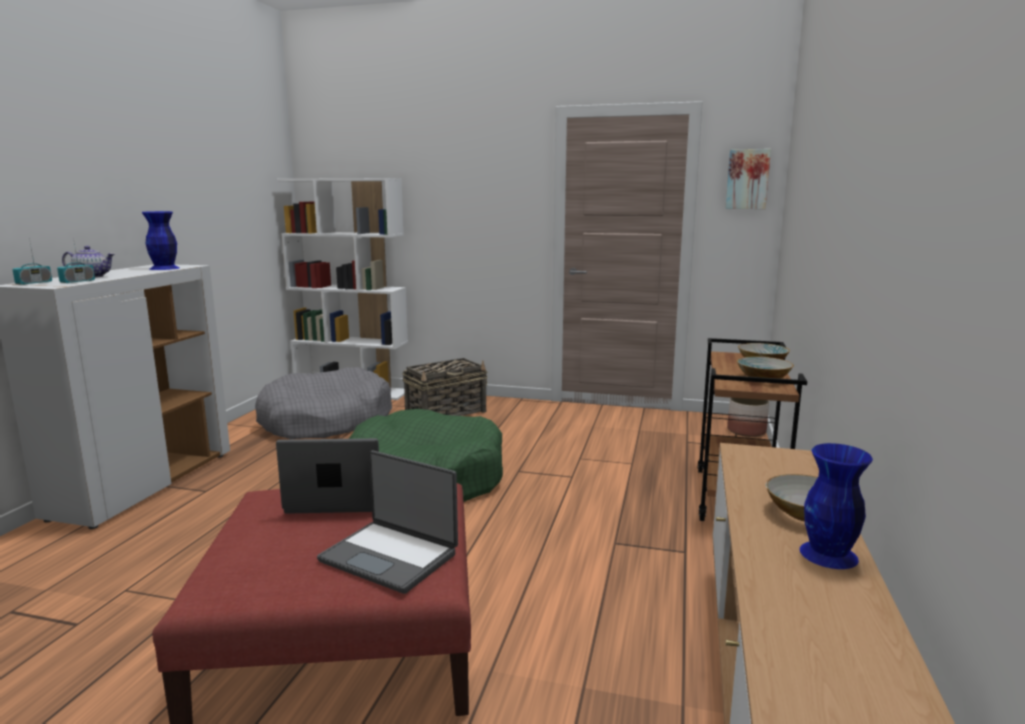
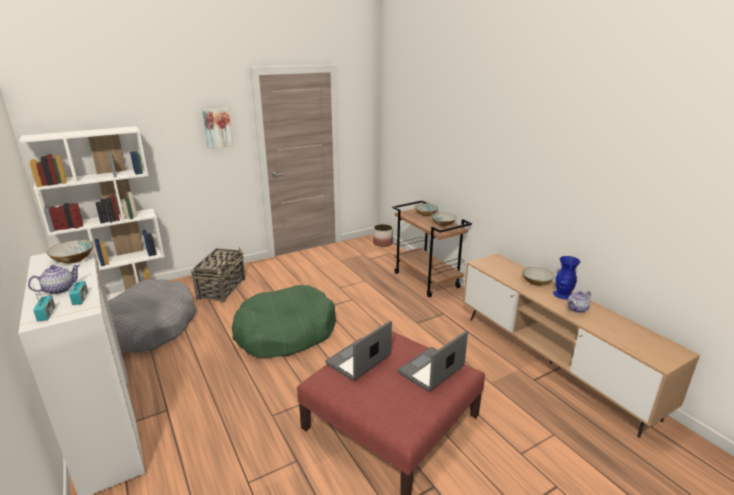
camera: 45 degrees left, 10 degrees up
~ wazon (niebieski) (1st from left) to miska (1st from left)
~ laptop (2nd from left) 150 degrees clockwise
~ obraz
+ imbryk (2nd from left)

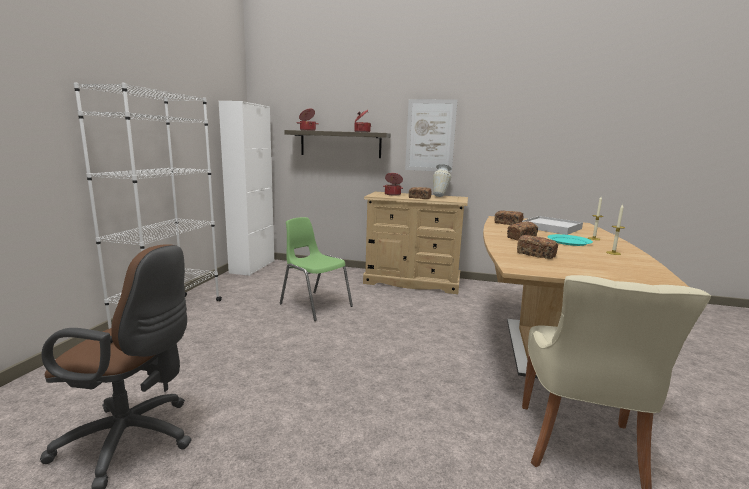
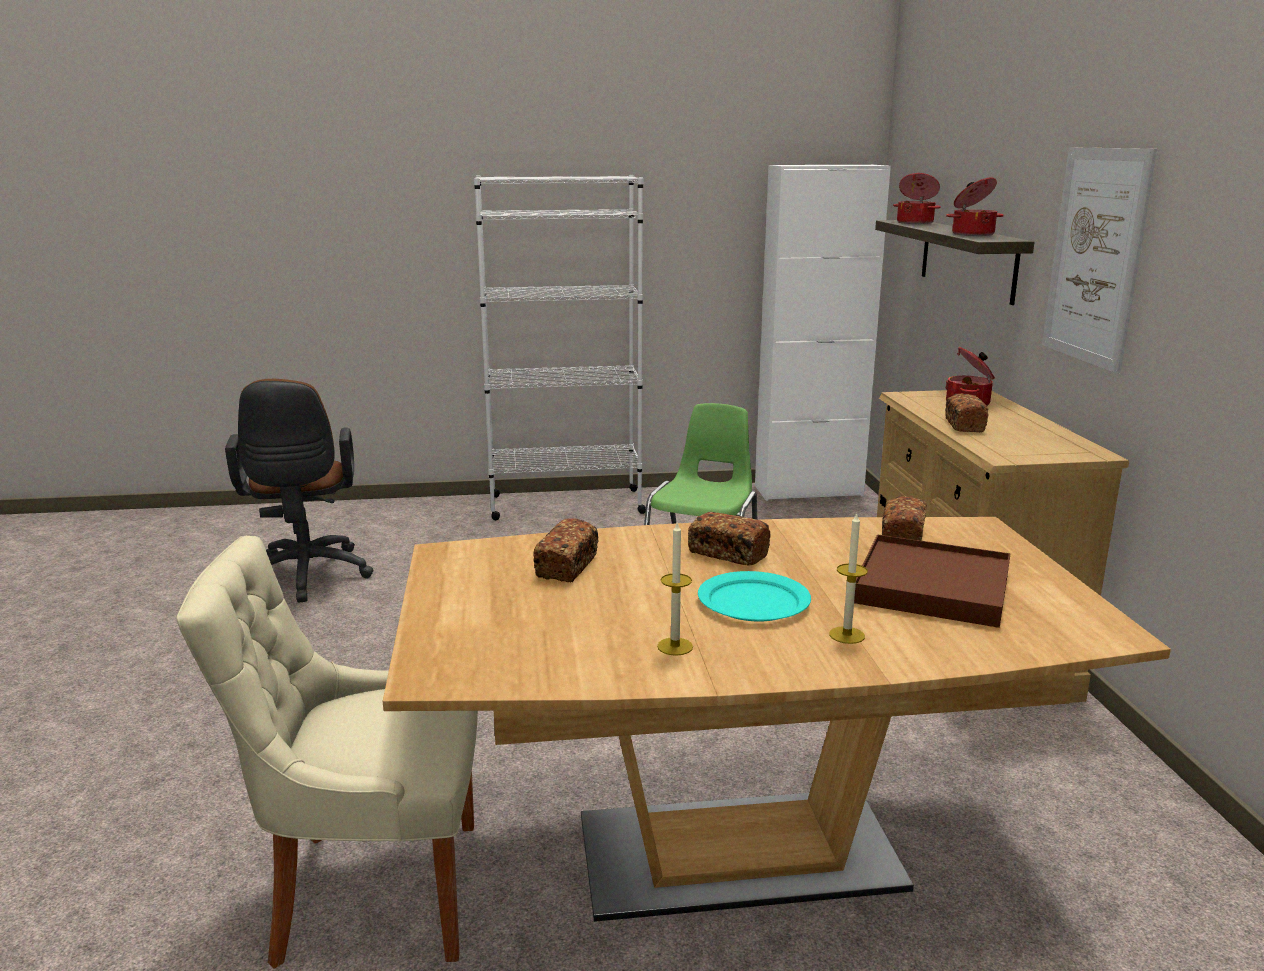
camera: 70 degrees right, 5 degrees up
- wazon
~ taca (biały) to taca (brązowy)

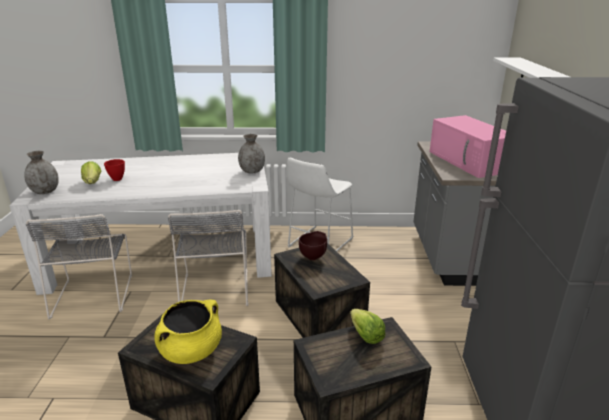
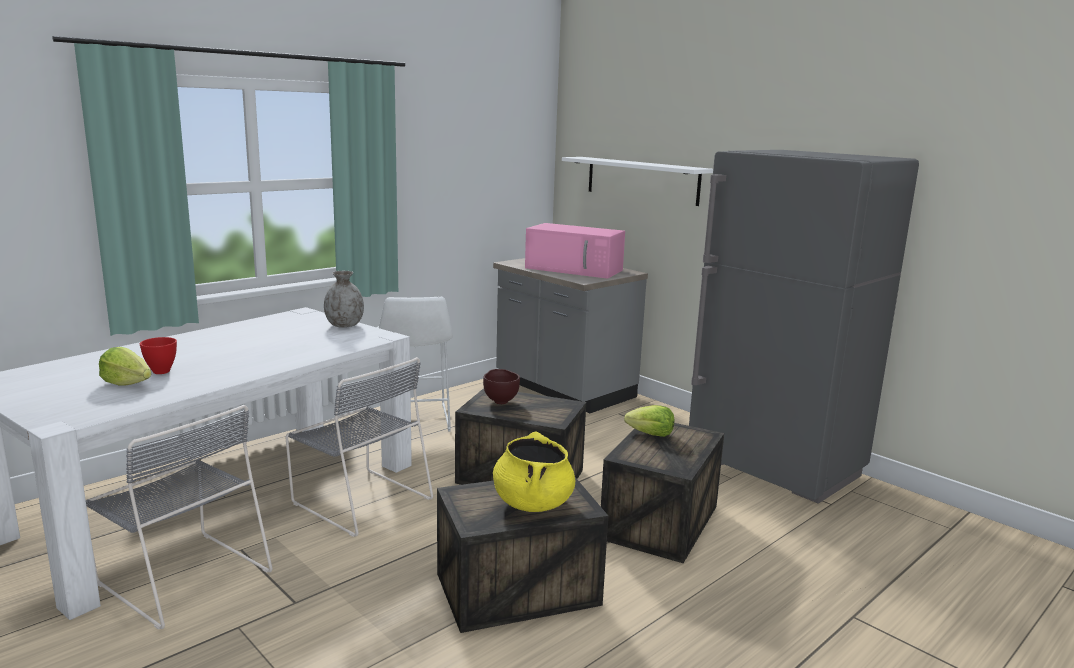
camera: 45 degrees left, 10 degrees down
- wazon (szary) (1st from left)

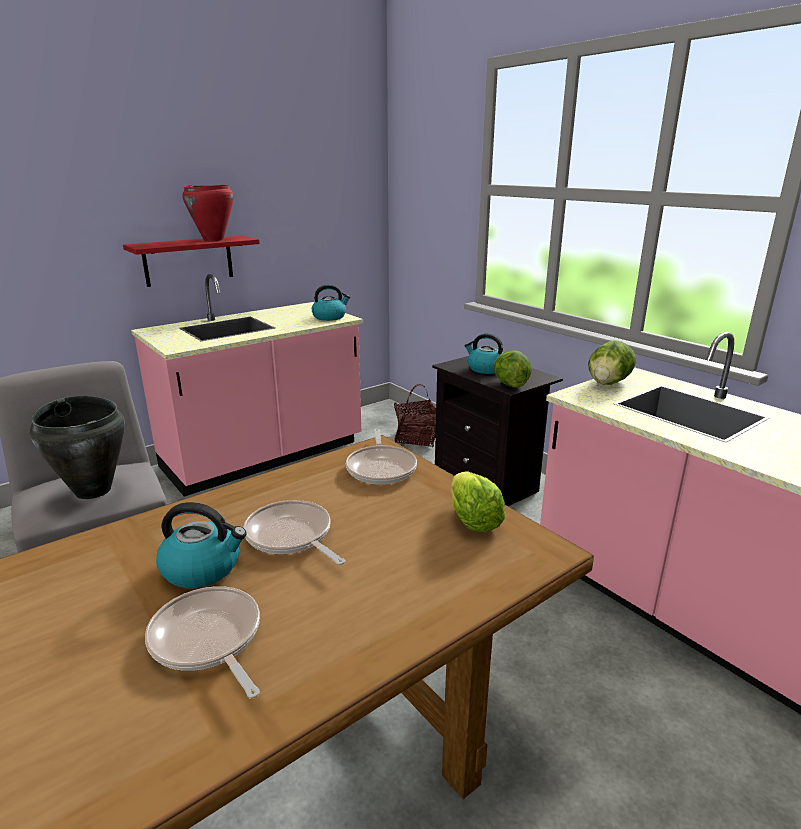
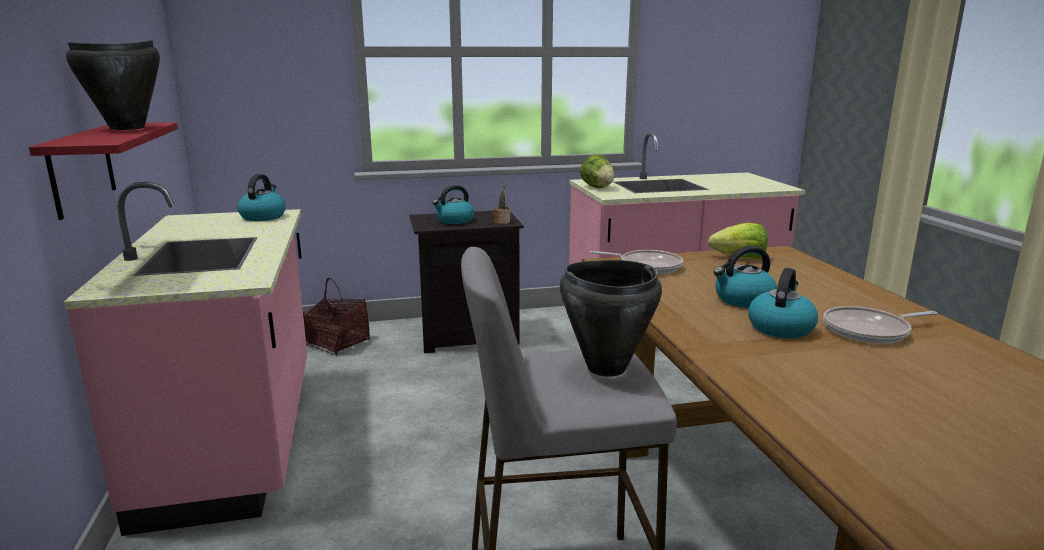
camera: 65 degrees left, 5 degrees down
~ garnek (czerwony) to garnek (czarny) (1st from left)
~ patelnia (2nd from left) to czajnik (3rd from left)
~ sałata (2nd from left) to roślina doniczkowa

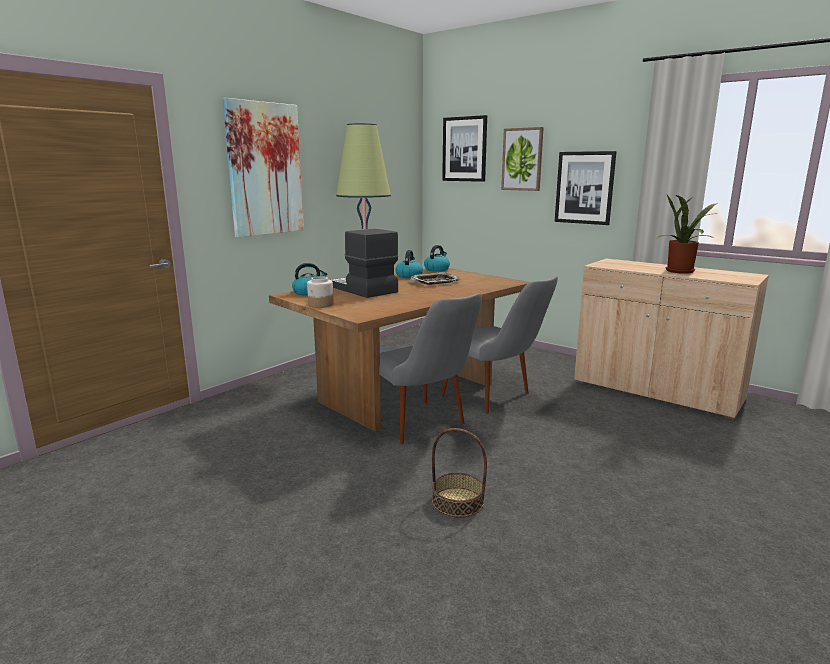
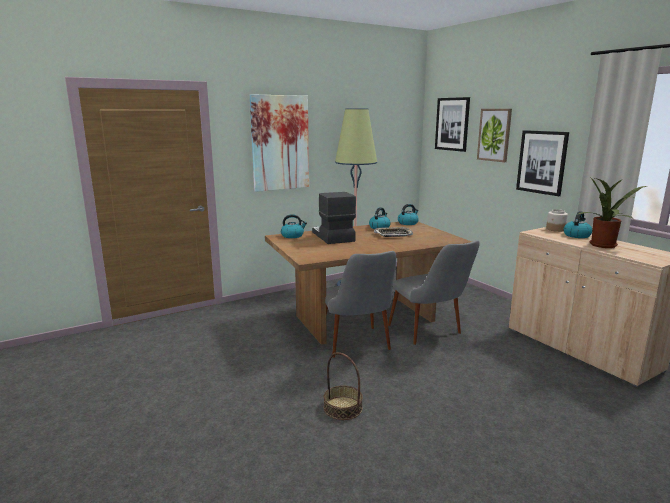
camera: 20 degrees right, 0 degrees up
~ słoik
+ czajnik (4th from left)

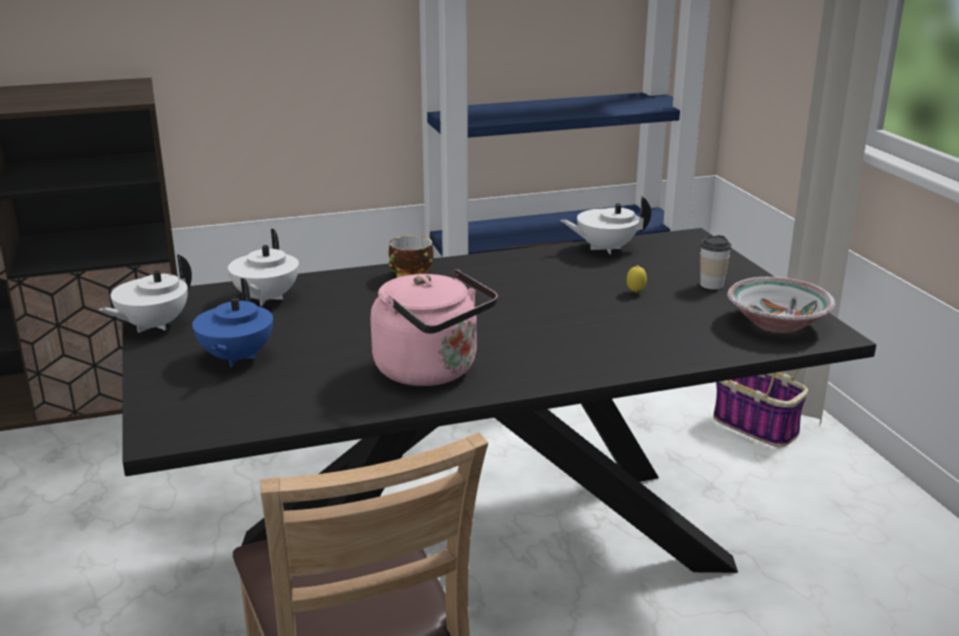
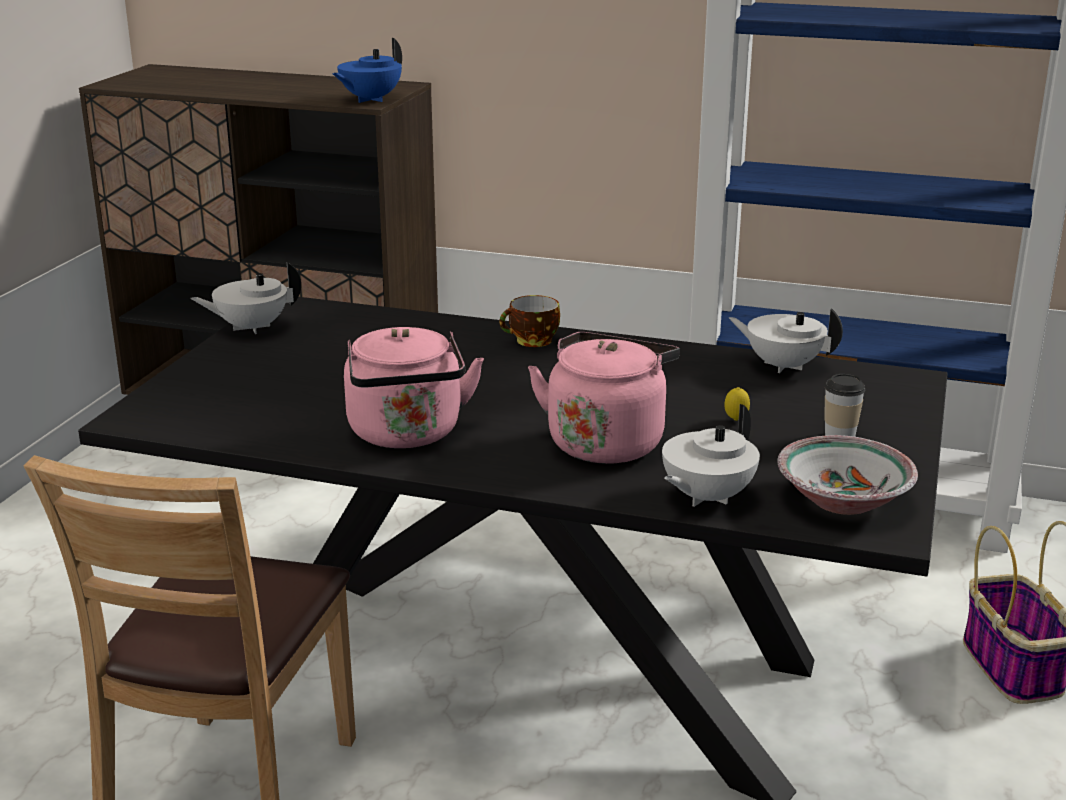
camera: 35 degrees right, 0 degrees up
~ imbryk (niebieski)
~ imbryk (biały) (2nd from left)
+ czajnik (różowy) (2nd from left)

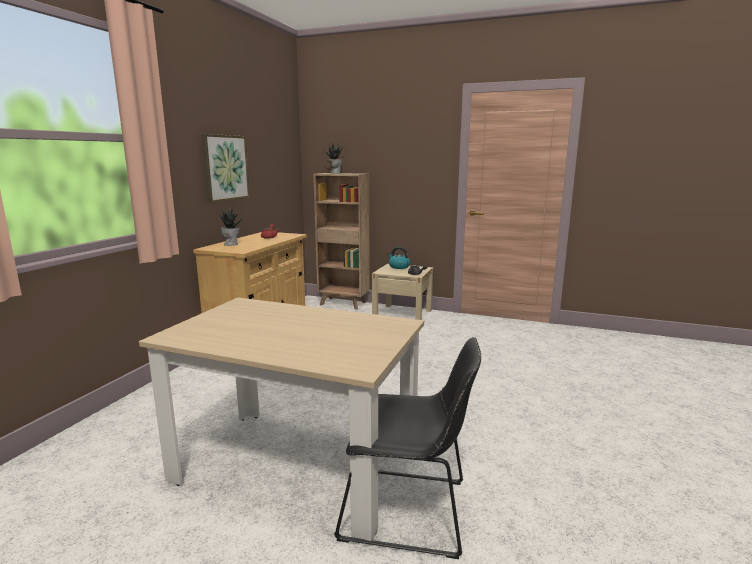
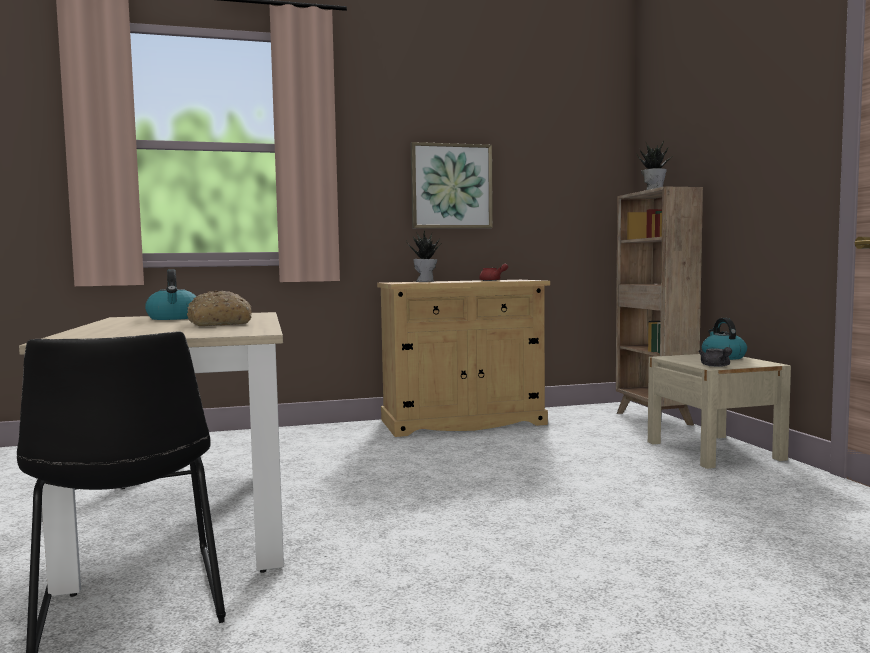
camera: 55 degrees right, 10 degrees down
+ czajnik (1st from left)
+ chleb

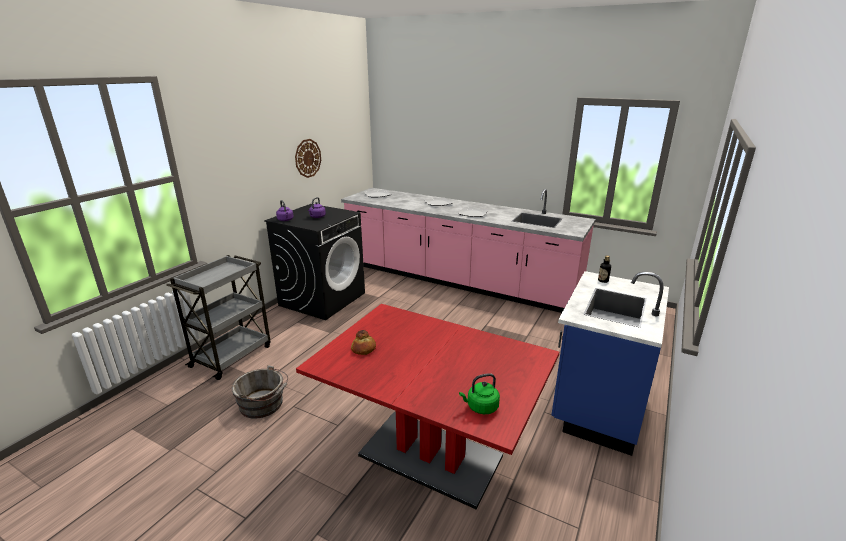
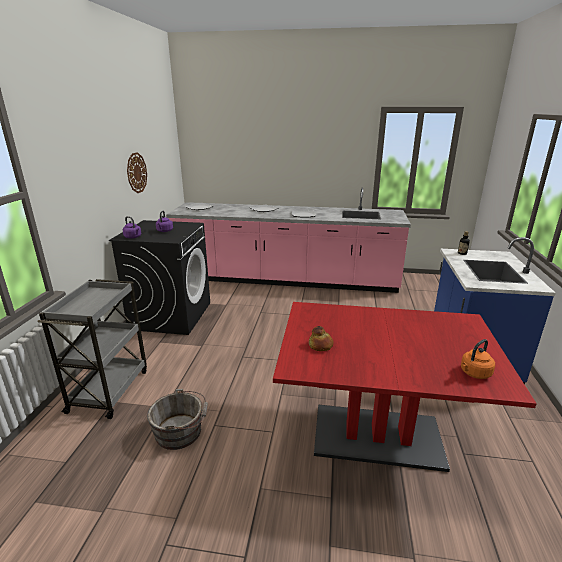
camera: 20 degrees left, 0 degrees up
~ czajnik (zielony) to czajnik (pomarańczowy)

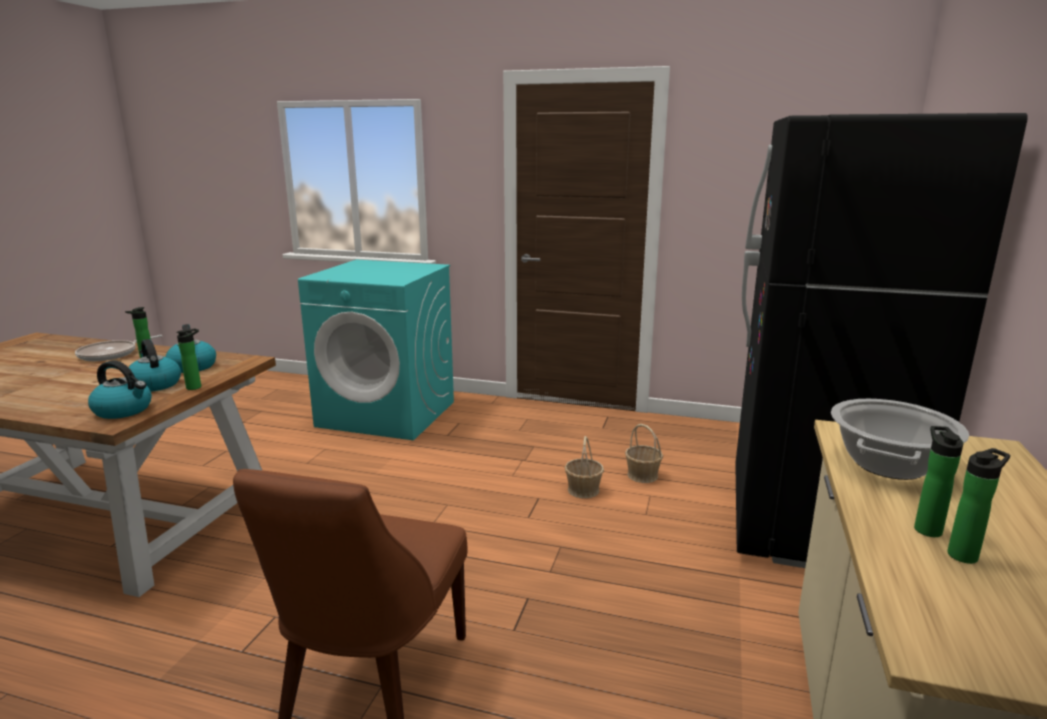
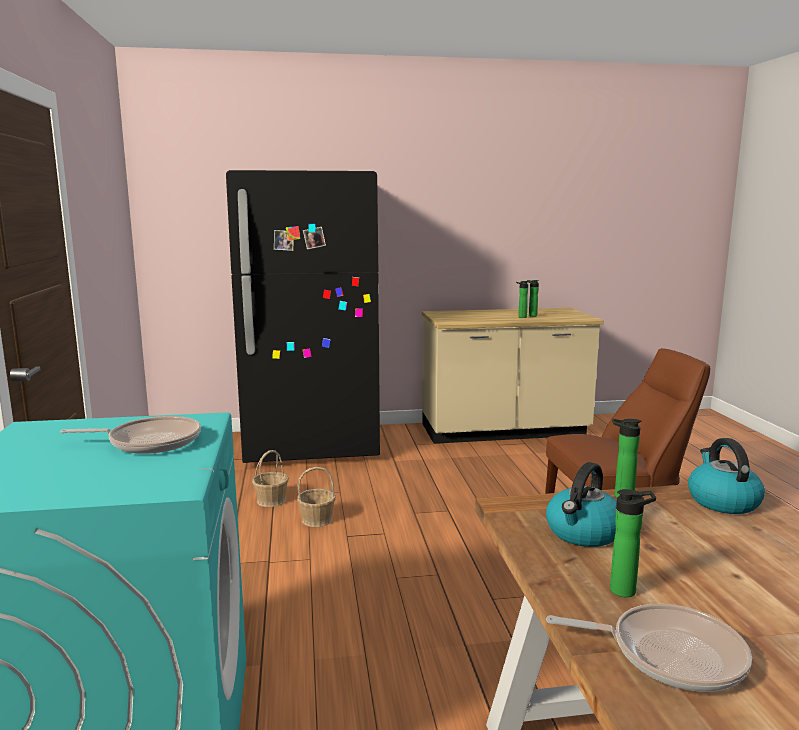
camera: 115 degrees left, 5 degrees down
- czajnik (2nd from left)
- garnek
+ patelnia (1st from left)

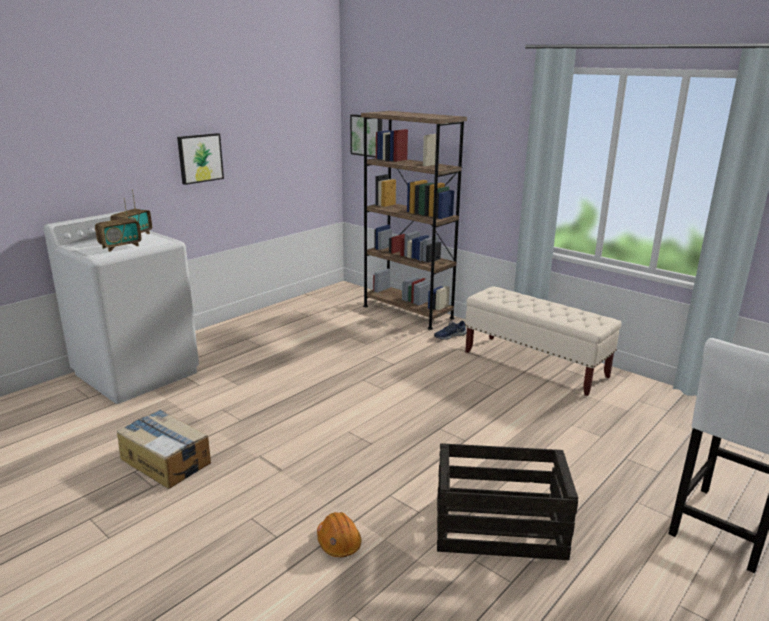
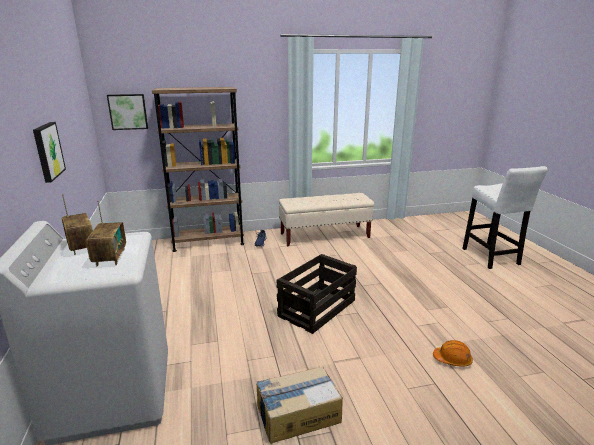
camera: 55 degrees left, 0 degrees up
~ skrzynka

